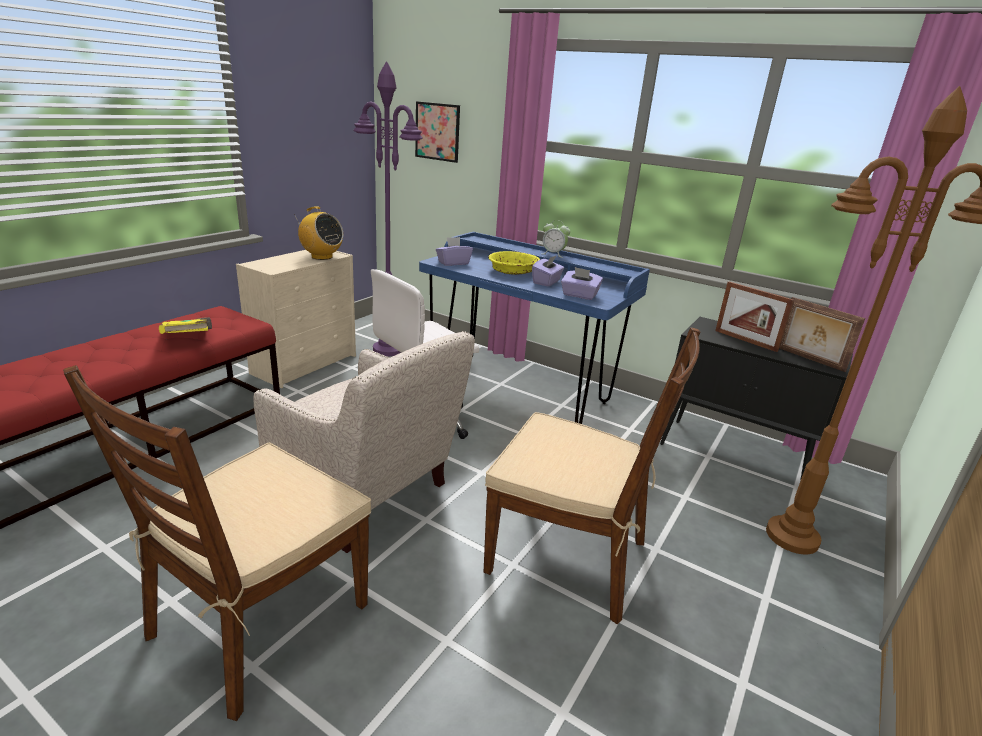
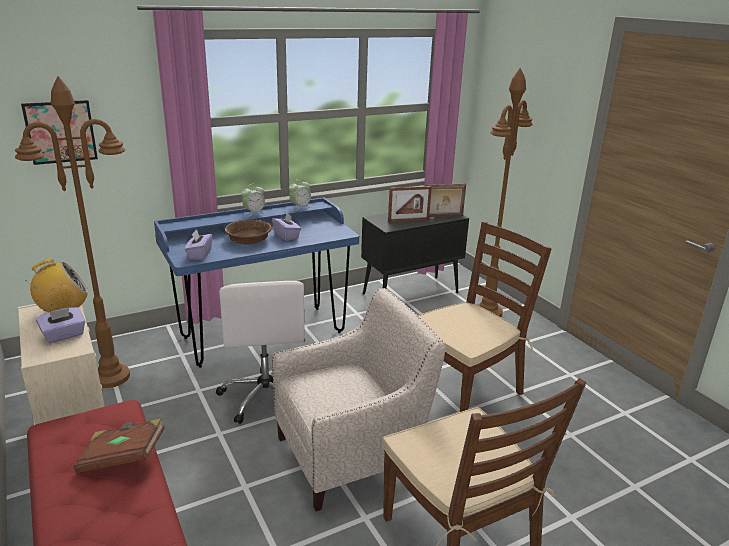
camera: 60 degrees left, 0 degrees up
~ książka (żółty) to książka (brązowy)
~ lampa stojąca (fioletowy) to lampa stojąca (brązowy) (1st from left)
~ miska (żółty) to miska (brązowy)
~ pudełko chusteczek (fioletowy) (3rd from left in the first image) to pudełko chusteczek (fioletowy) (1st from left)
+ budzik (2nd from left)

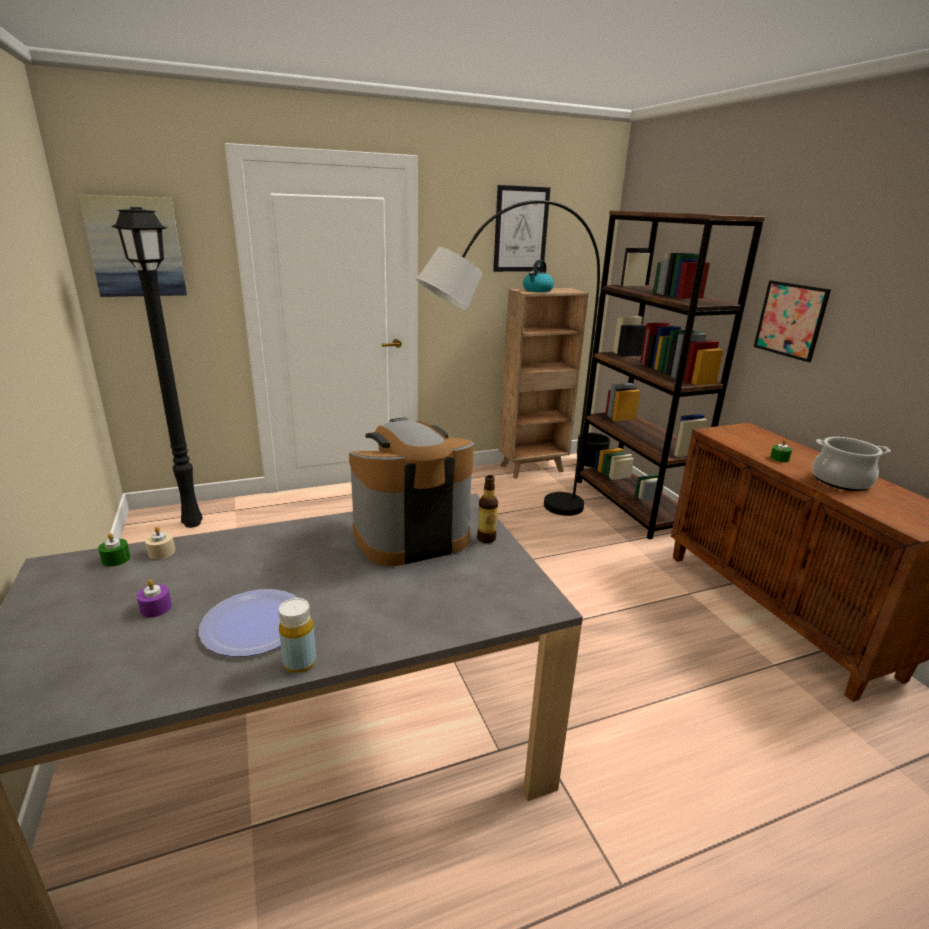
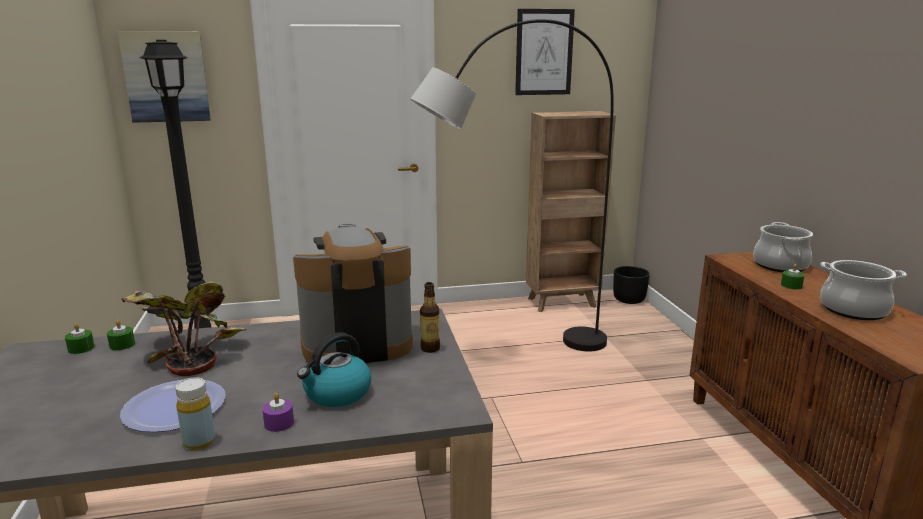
camera: 10 degrees right, 5 degrees down
~ świeca (fioletowy)
~ świeca (beżowy) to świeca (zielony) (2nd from left)
~ czajnik
- regał (brązowy) (2nd from left)
- obraz (3rd from left)
+ roślina doniczkowa
+ garnek (1st from left)

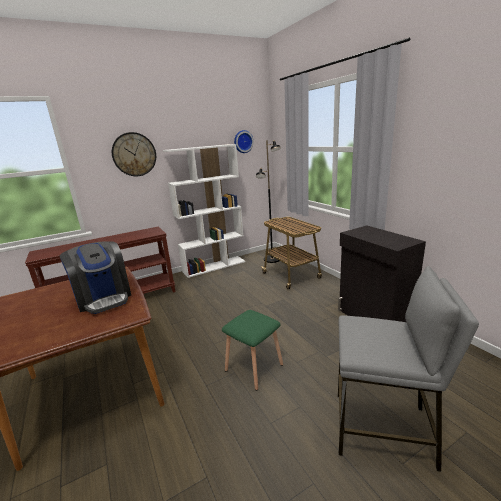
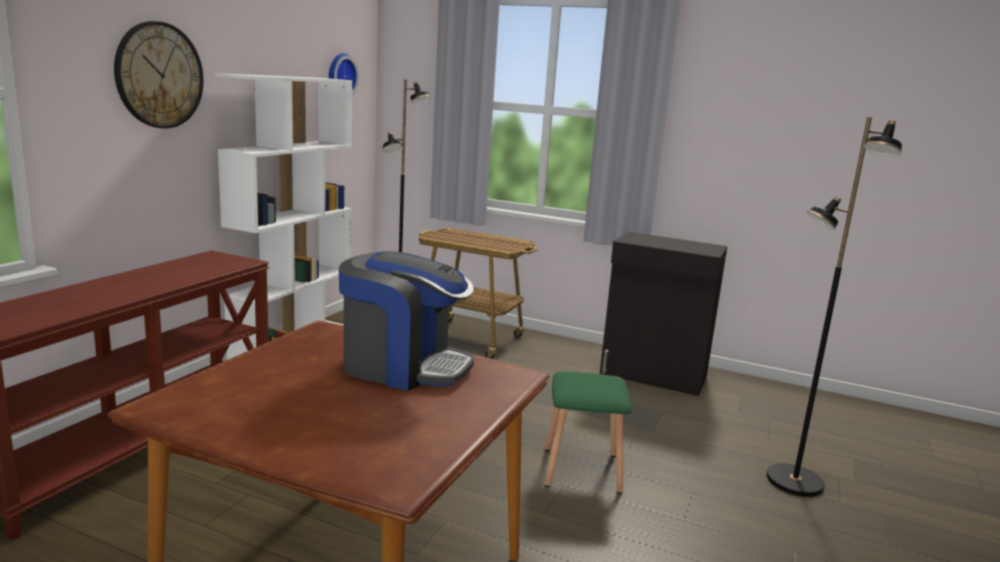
camera: 40 degrees left, 5 degrees down
~ stołek (szary) to lampa stojąca (czarny) (2nd from left)

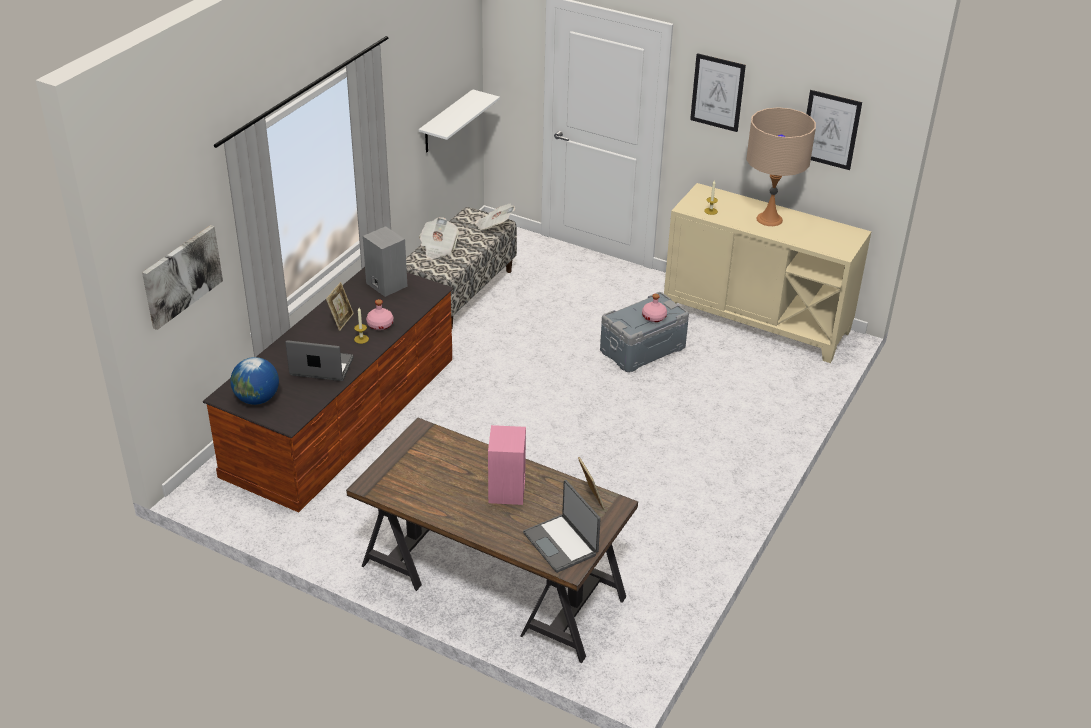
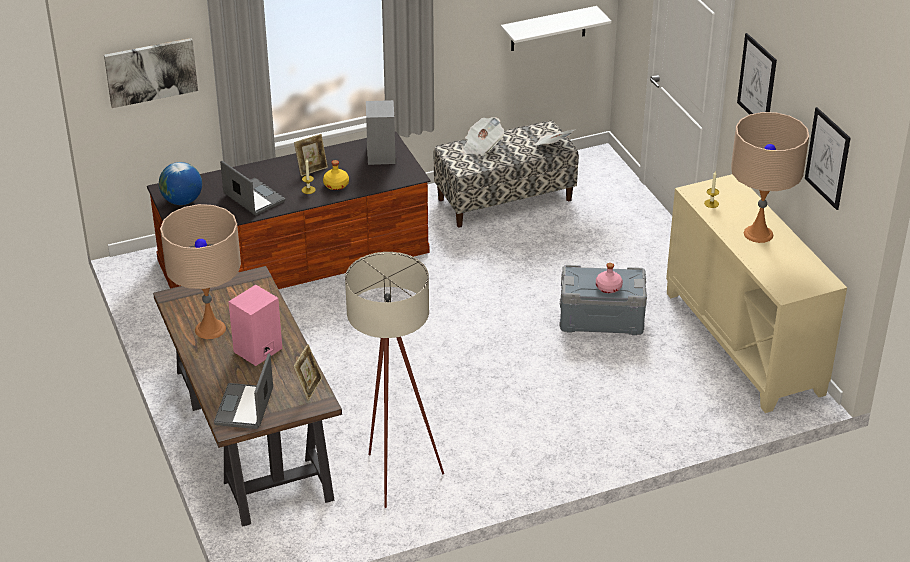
camera: 40 degrees right, 0 degrees up
~ butelka (różowy) (1st from left) to butelka (żółty)
+ lampa stołowa (beżowy) (1st from left)
+ lampa stojąca (beżowy)

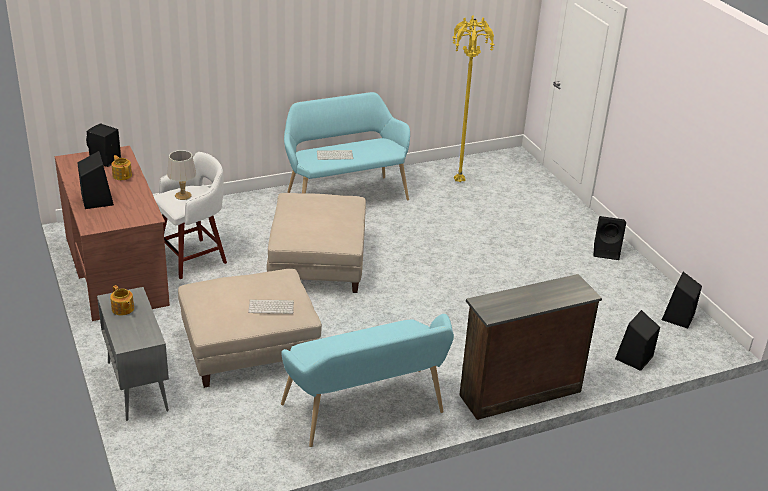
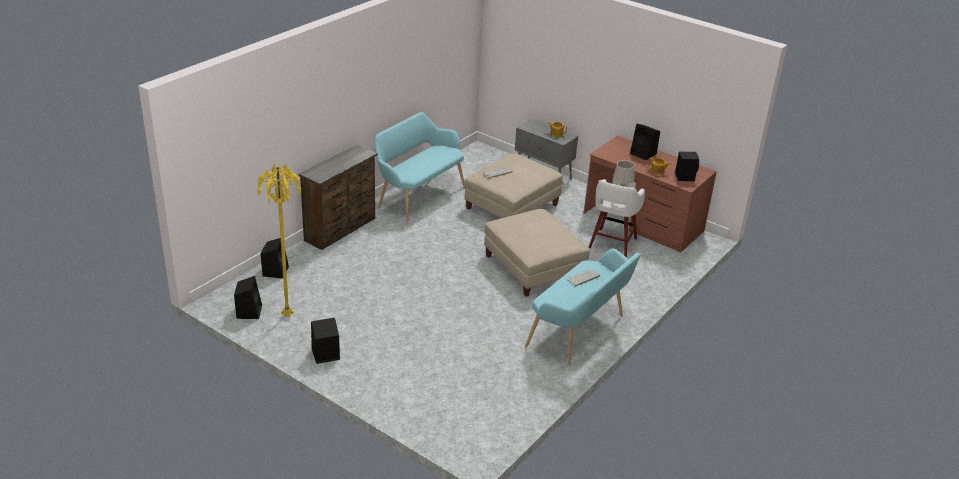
camera: 150 degrees right, 0 degrees up
~ lampa stojąca (żółty)

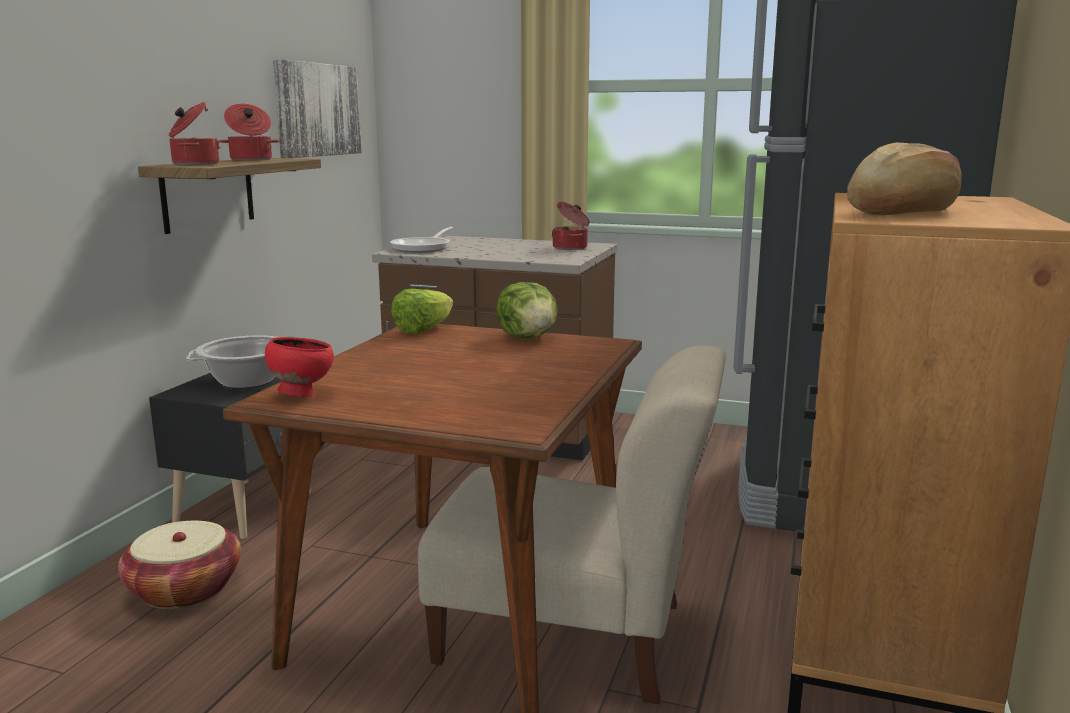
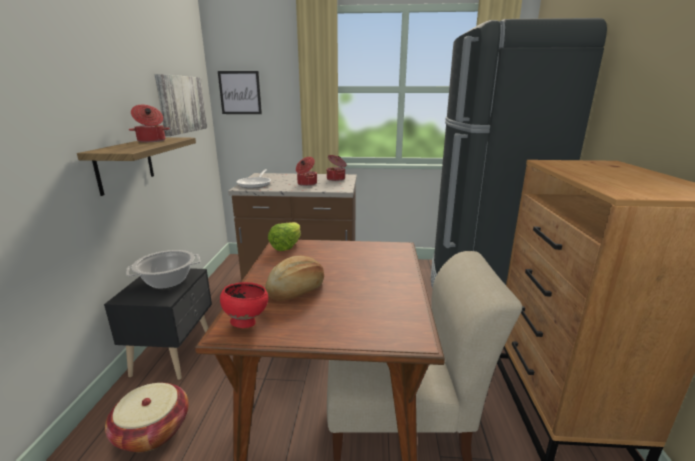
camera: 15 degrees left, 5 degrees up
~ garnek (1st from left in the first image) to garnek (3rd from left)
- sałata (2nd from left)
~ chleb
+ obraz (2nd from left)

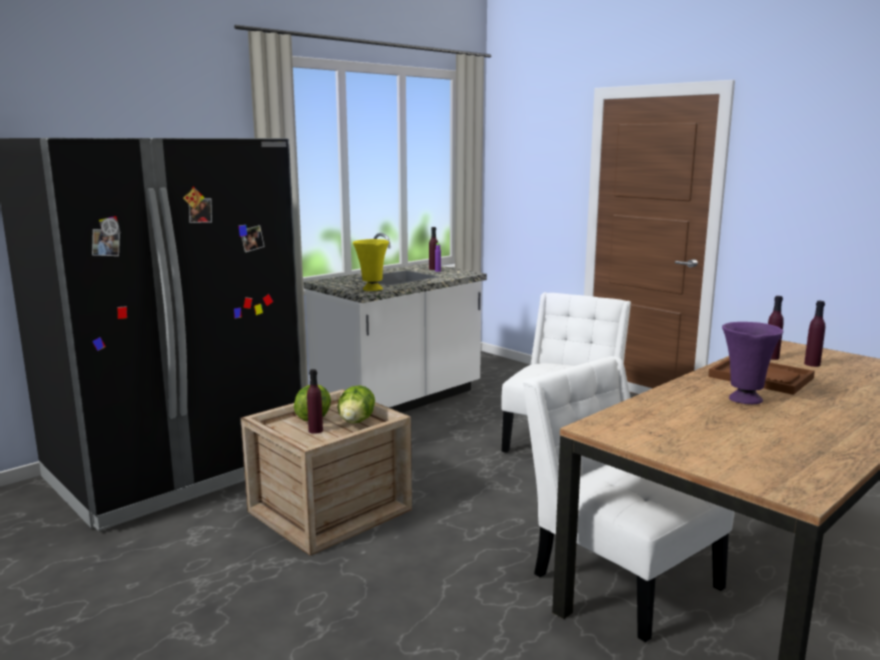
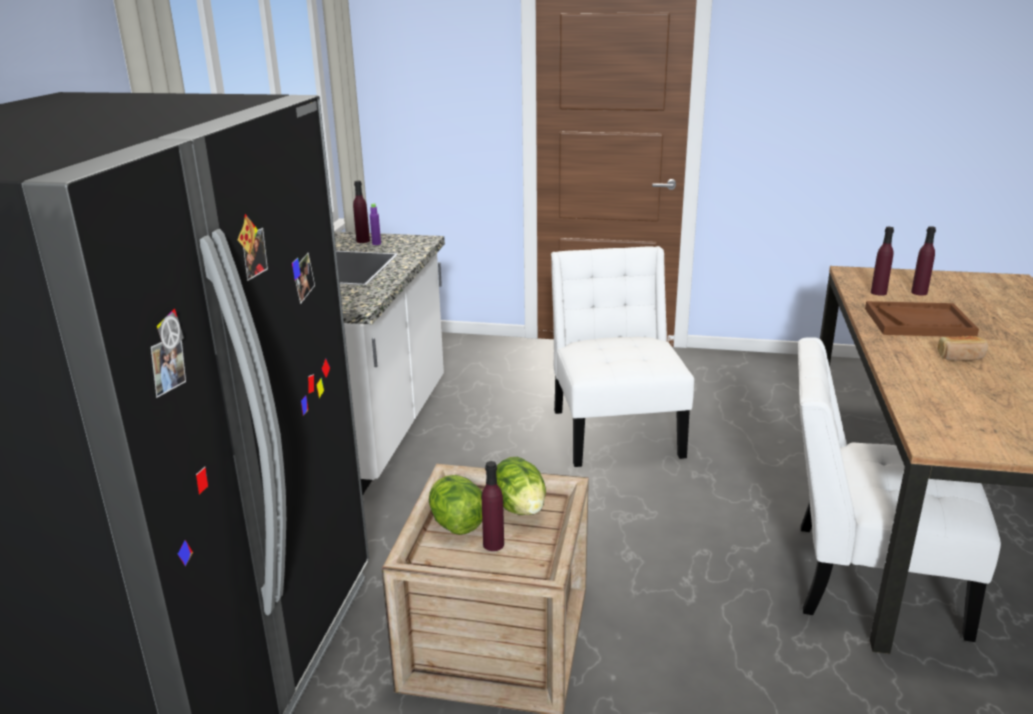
camera: 35 degrees left, 10 degrees up
- wazon (żółty)
~ wazon (fioletowy) to chleb

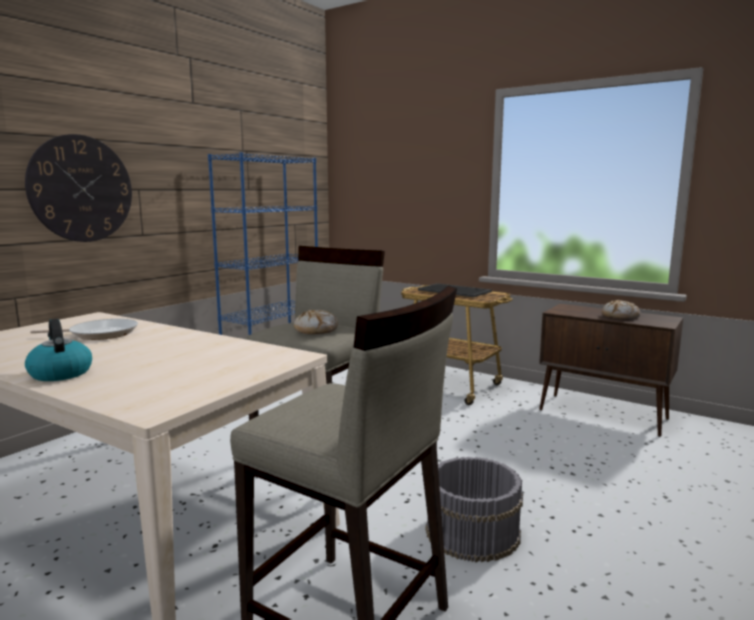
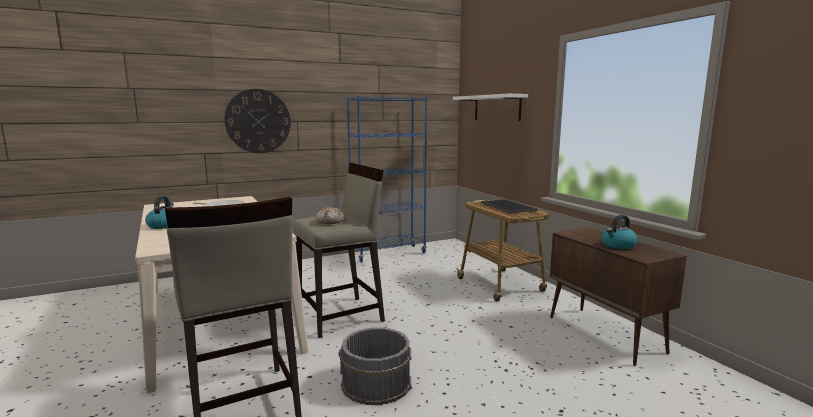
camera: 30 degrees right, 0 degrees up
~ chleb (2nd from left) to czajnik (2nd from left)
+ półka (biały)

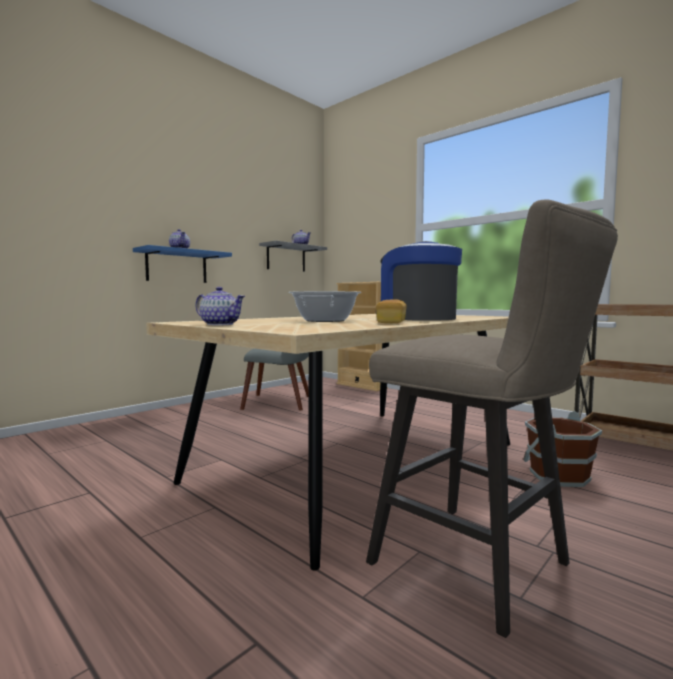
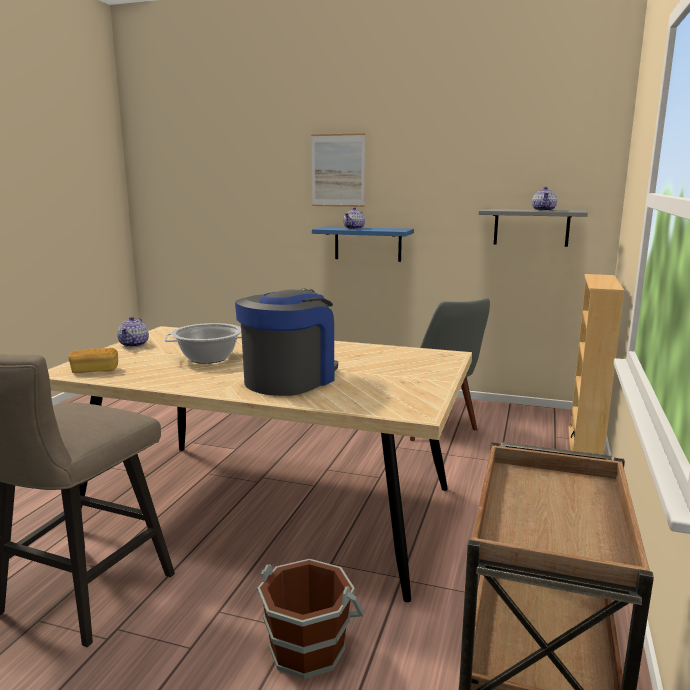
camera: 65 degrees right, 10 degrees up
~ chleb
+ obraz

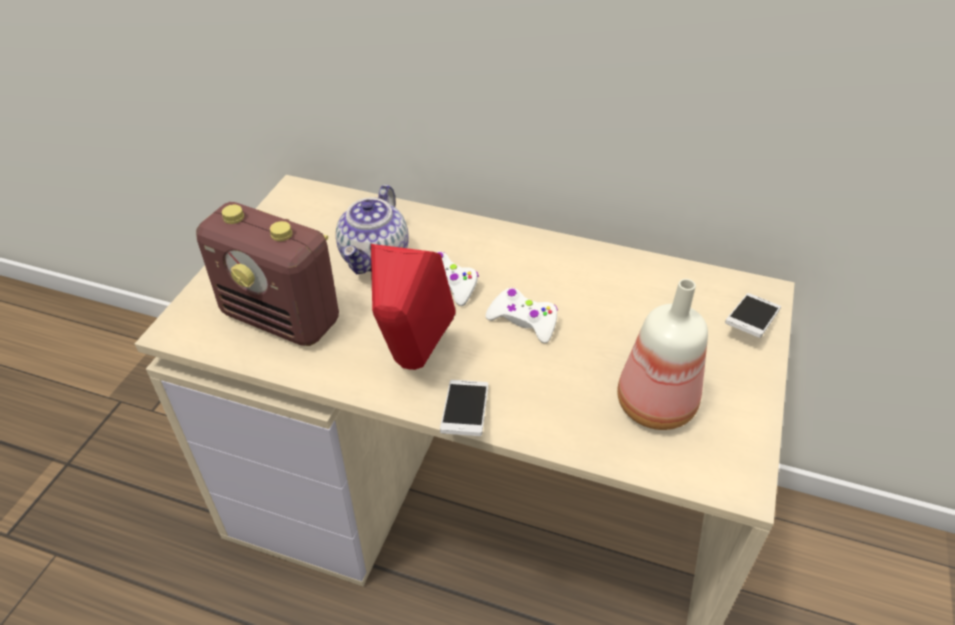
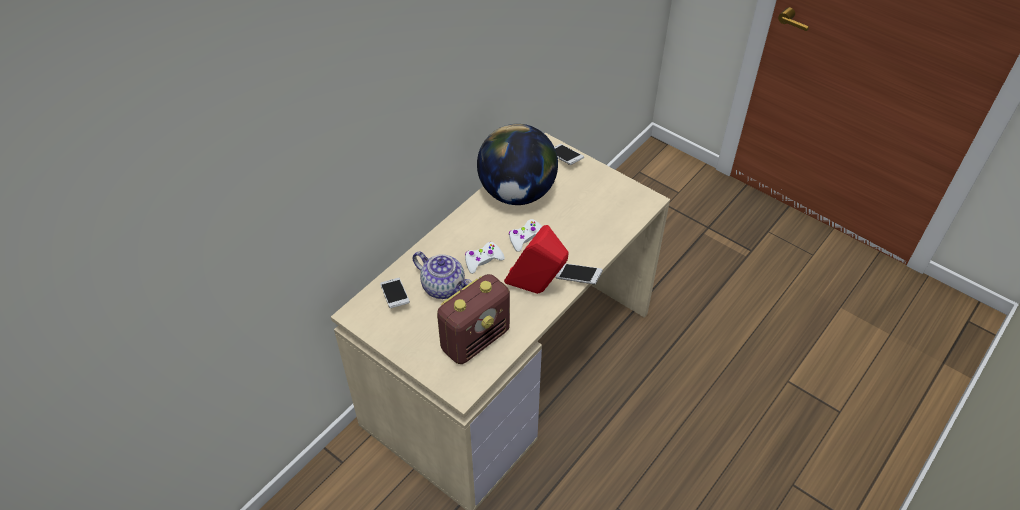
camera: 70 degrees left, 5 degrees up
- butelka
+ telefon (1st from left)
+ globus

